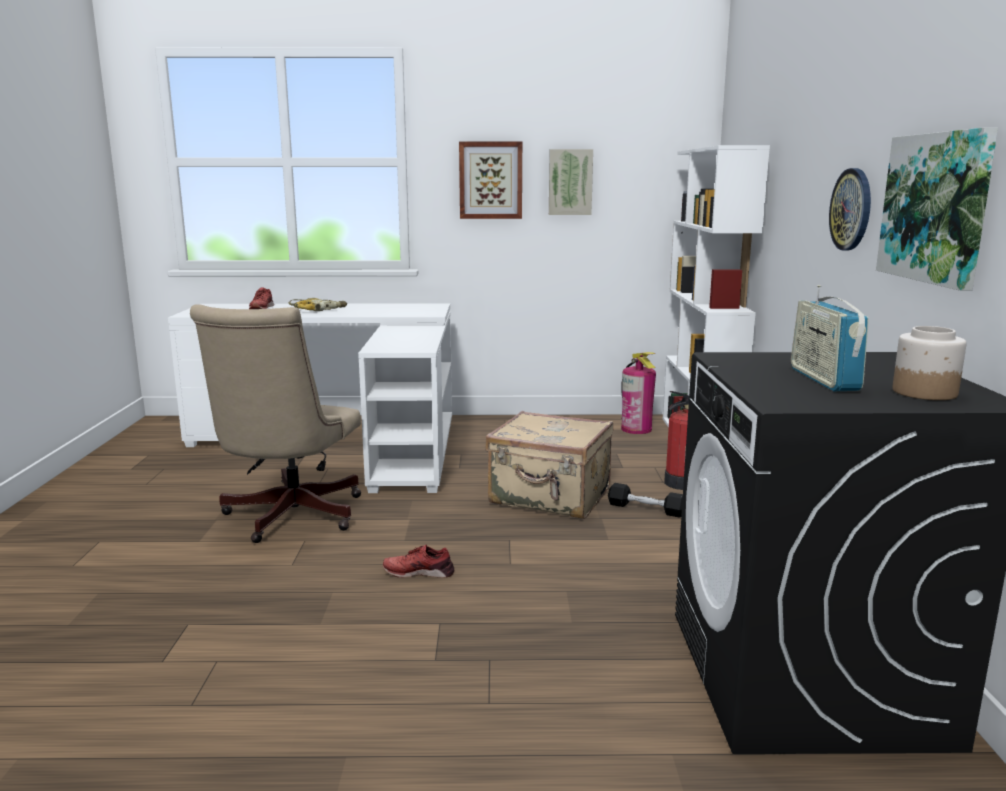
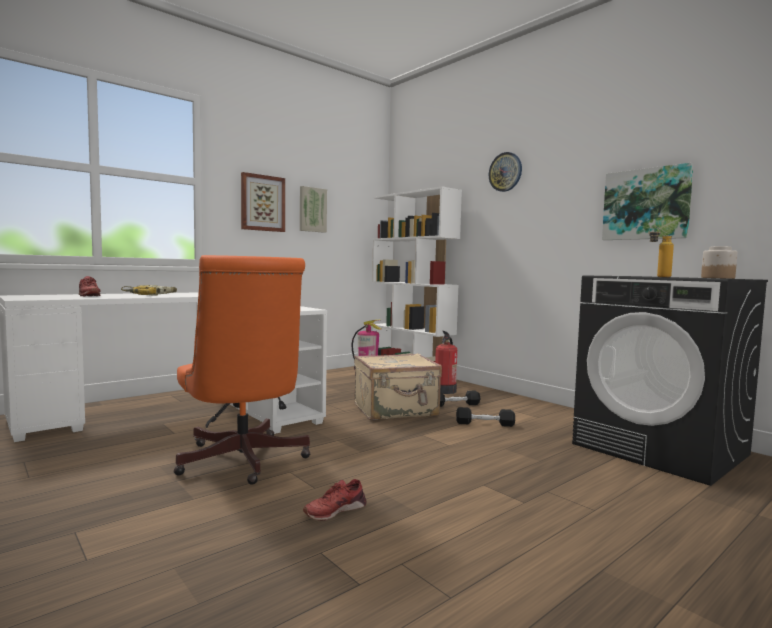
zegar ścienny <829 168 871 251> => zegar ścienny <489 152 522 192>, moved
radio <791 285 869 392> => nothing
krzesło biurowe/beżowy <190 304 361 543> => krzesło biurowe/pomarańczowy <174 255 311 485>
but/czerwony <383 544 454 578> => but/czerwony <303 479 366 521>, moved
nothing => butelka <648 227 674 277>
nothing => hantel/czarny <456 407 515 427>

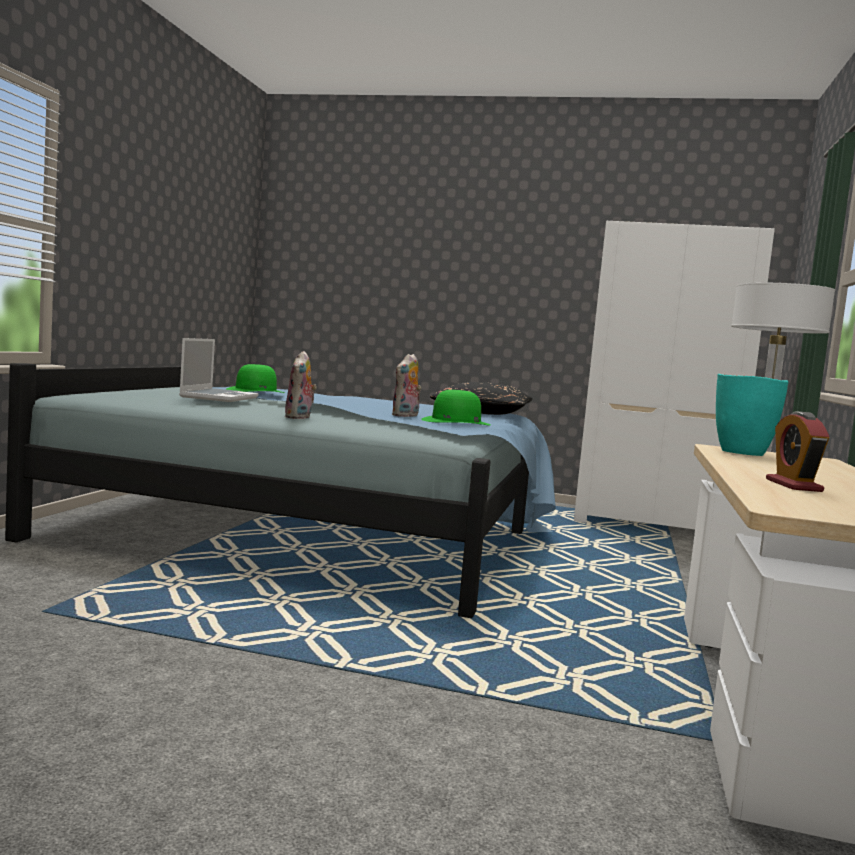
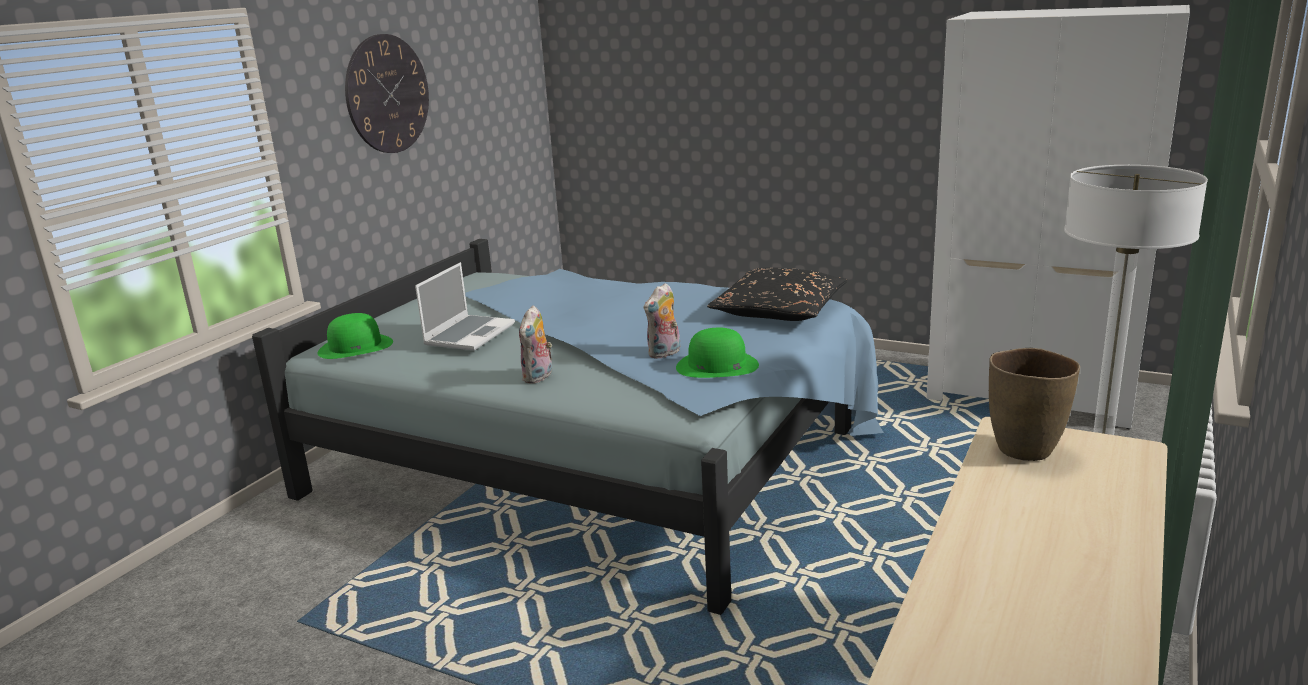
kapelusz/zielony <226 364 285 393> => kapelusz/zielony <317 313 393 359>, moved
wazon/turkusowy <716 374 788 456> => wazon/brązowy <989 348 1080 461>
budzik <766 411 829 492> => nothing
nothing => zegar ścienny <345 34 429 153>

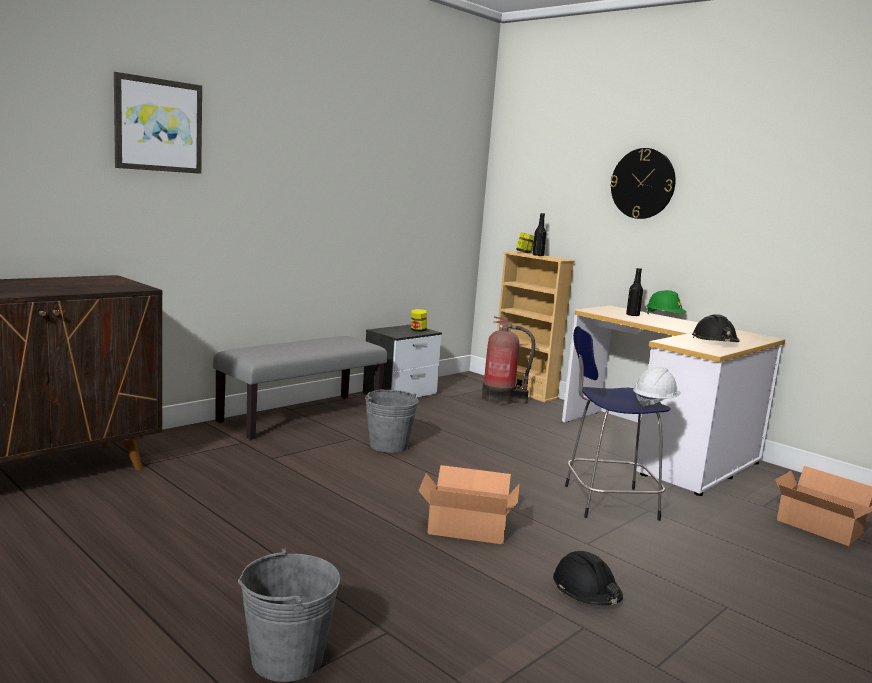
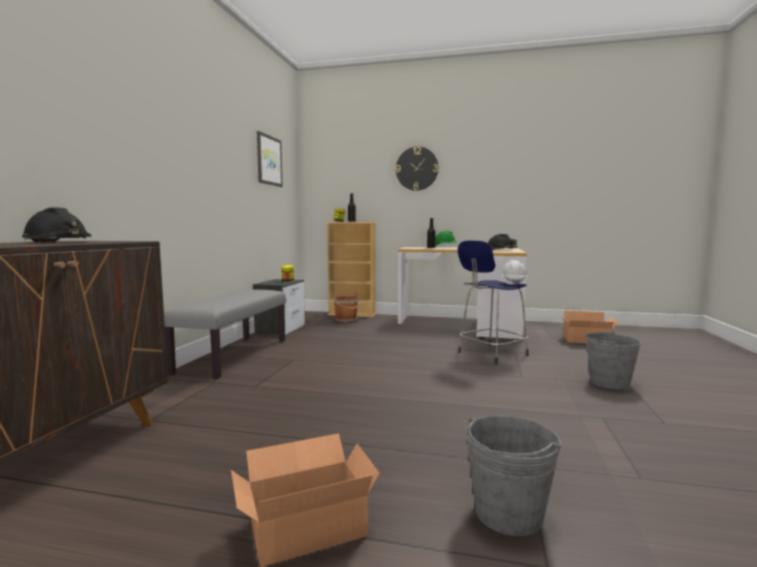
obraz <114 72 202 174> => obraz <257 131 283 187>, moved
gaśnica <482 316 535 404> => wiadro/brązowy <333 291 360 323>
wiadro/szary <365 390 419 453> => wiadro/szary <585 331 641 390>, moved
karton <419 465 519 544> => karton <231 433 380 567>, moved
kask/czarny <553 551 623 606> => kask/czarny <22 207 91 242>, moved

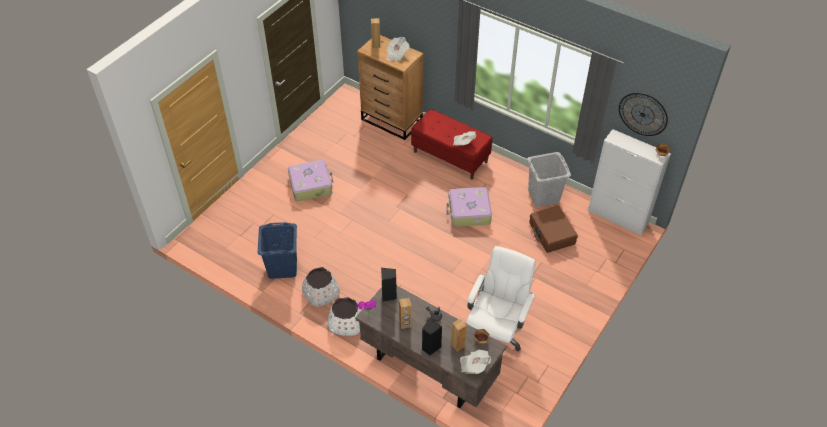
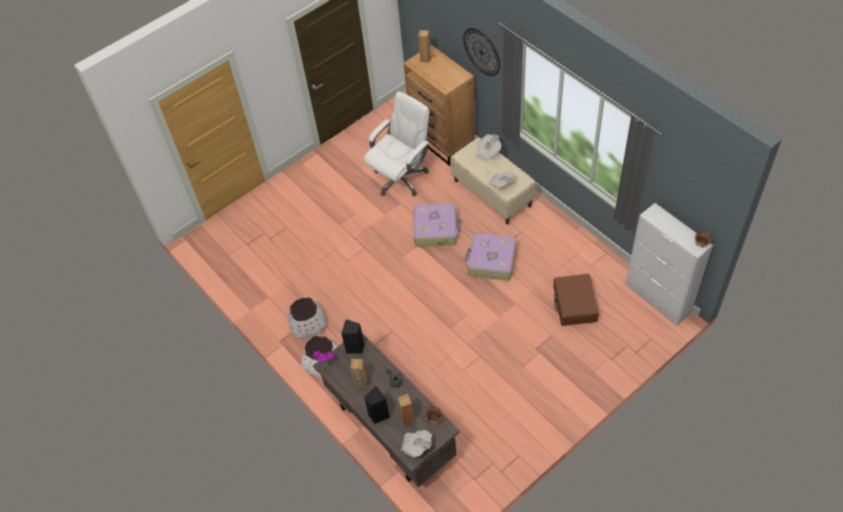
gazeta <386 37 409 61> => gazeta <475 134 501 162>, moved
zegar ścienny <619 93 668 136> => zegar ścienny <463 28 500 76>, moved
ławka/czerwony <411 109 492 180> => ławka/beżowy <450 137 536 224>
kosz na pranie/szary <527 152 571 207> => nothing
walizka <288 160 333 201> => walizka <413 204 461 247>, moved
kosz na pranie/niebieski <258 222 297 279> => nothing
krzesło biurowe/biały <466 246 536 351> => krzesło biurowe/biały <364 92 430 196>, moved

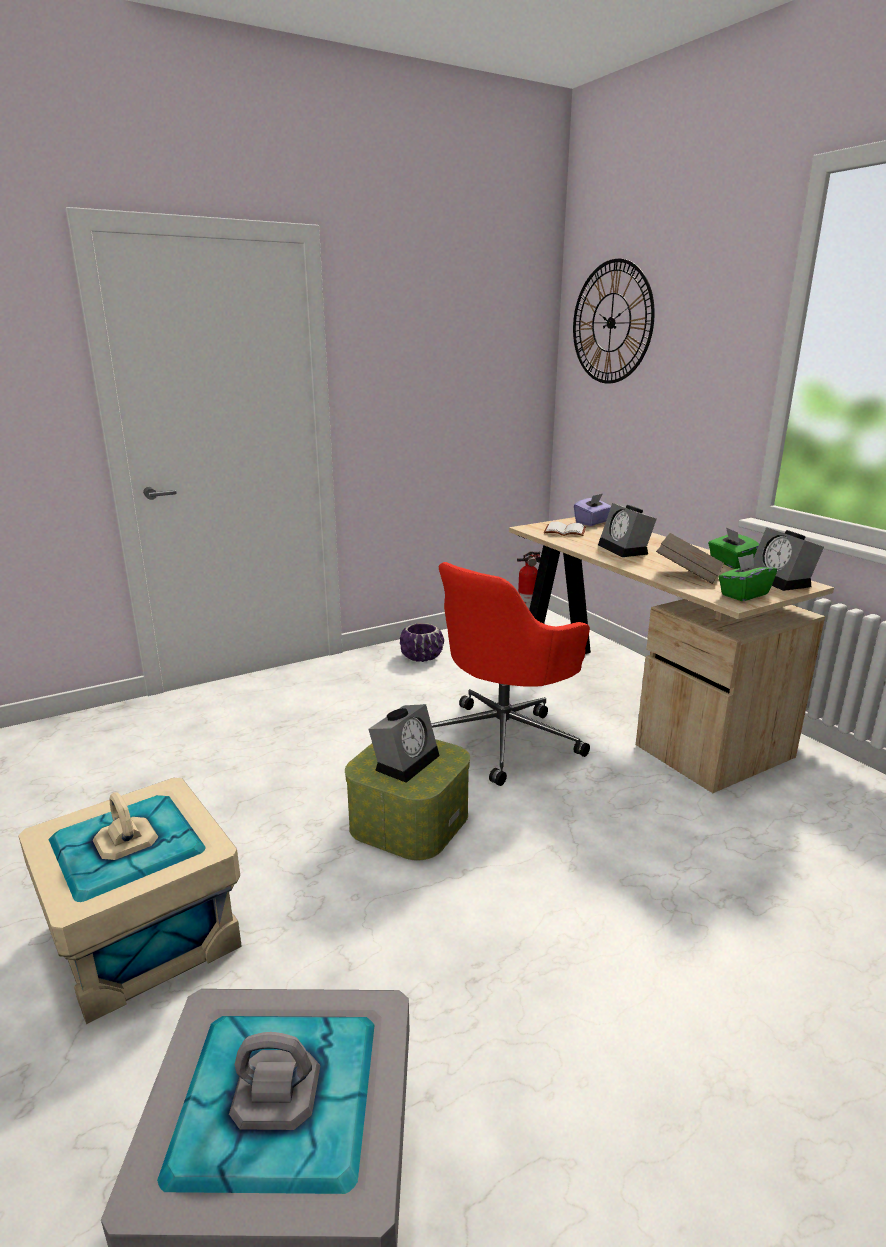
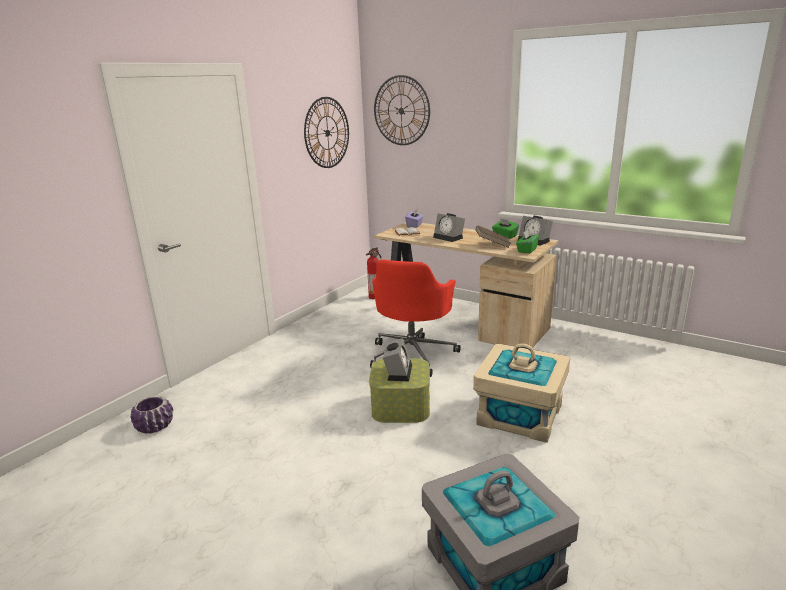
donica/fioletowy <400 623 444 662> => donica/fioletowy <130 397 173 434>, moved
pojemnik do przechowywania/beżowy <18 778 242 1024> => pojemnik do przechowywania/beżowy <473 343 570 443>, moved
nothing => zegar ścienny <304 97 349 168>

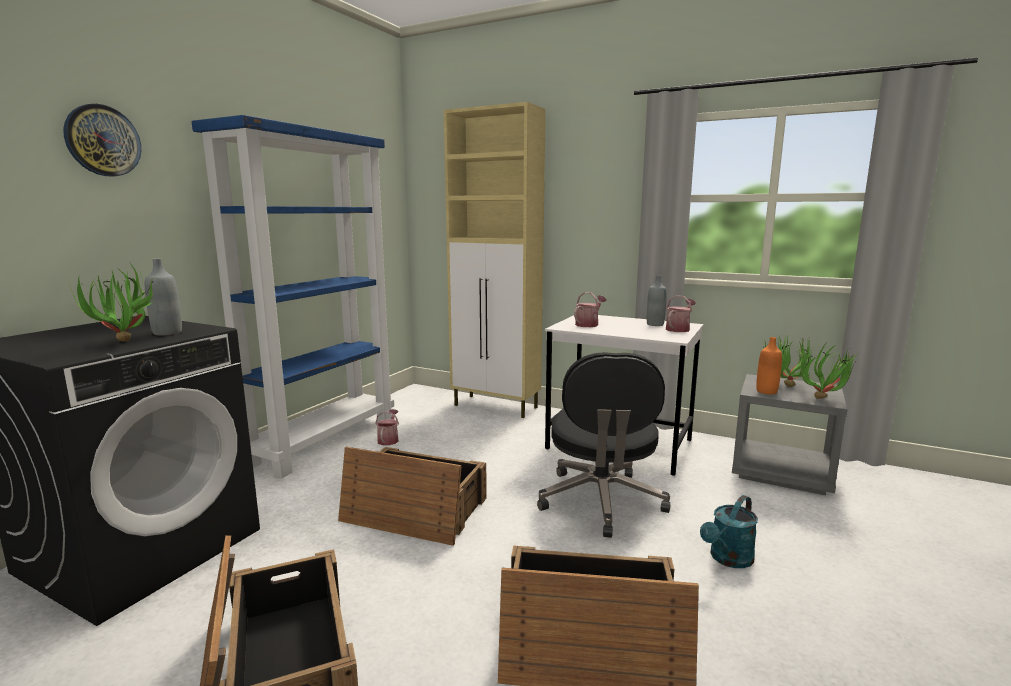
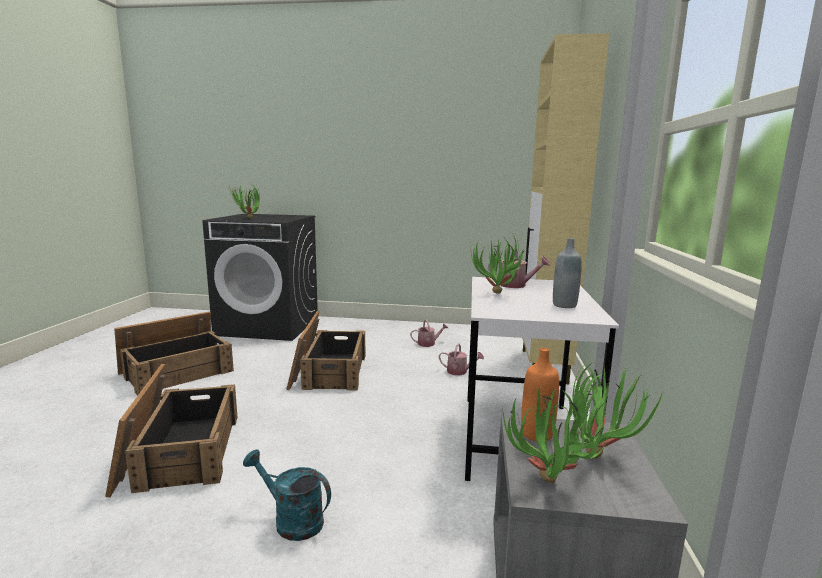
zegar ścienny <63 104 141 177> => nothing
regał/niebieski <191 115 394 478> => nothing
butelka/szary <145 258 182 336> => nothing
konewka <666 295 696 332> => konewka <439 343 484 375>, moved
krzesło biurowe/czarny <537 352 670 538> => nothing
nothing => roślina doniczkowa <470 235 530 294>

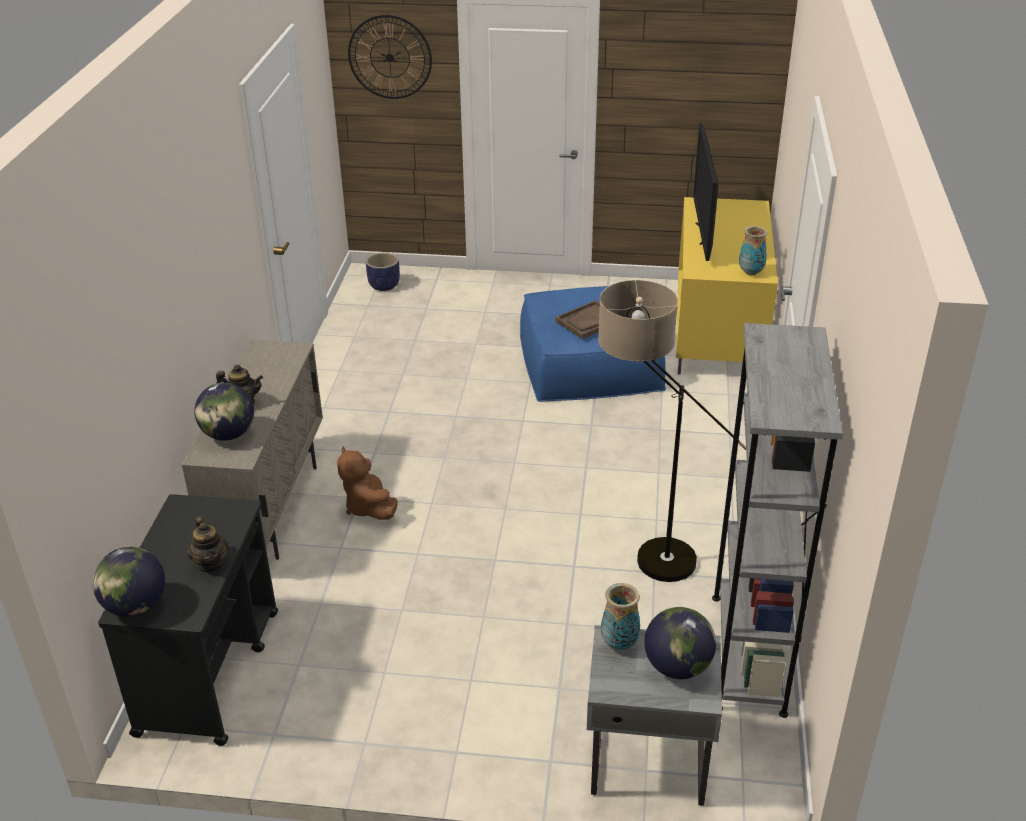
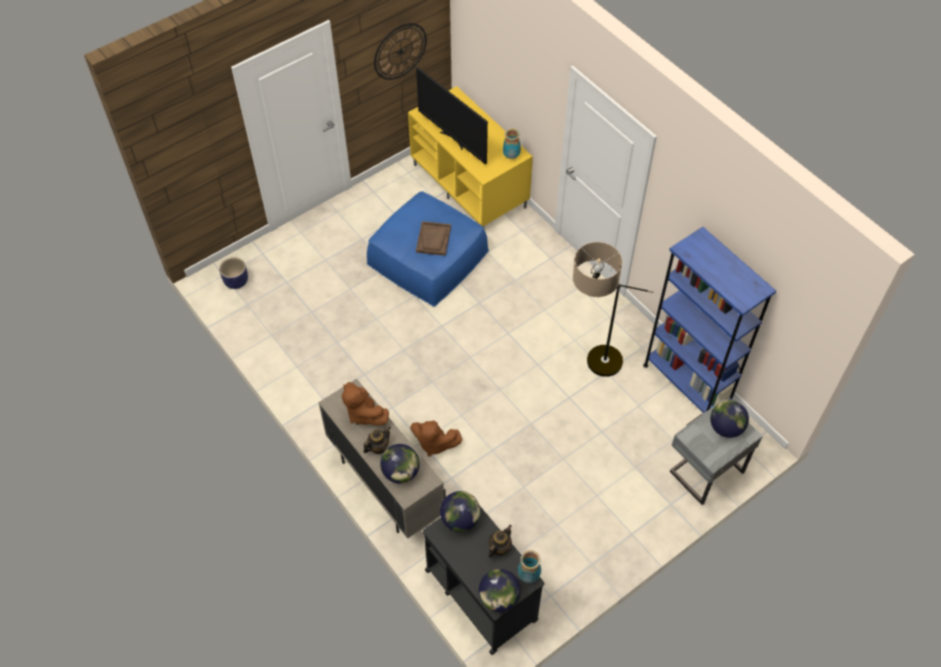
zegar ścienny <348 15 432 99> => zegar ścienny <374 23 427 80>, moved
regał/szary <712 323 843 718> => regał/niebieski <643 227 776 414>
imbryk <187 517 229 573> => imbryk <489 525 512 558>, 75 degrees counterclockwise
wazon <601 583 640 650> => wazon <518 550 541 583>, moved
nothing => pluszak/brązowy <342 382 389 426>
nothing => globus <440 491 480 532>

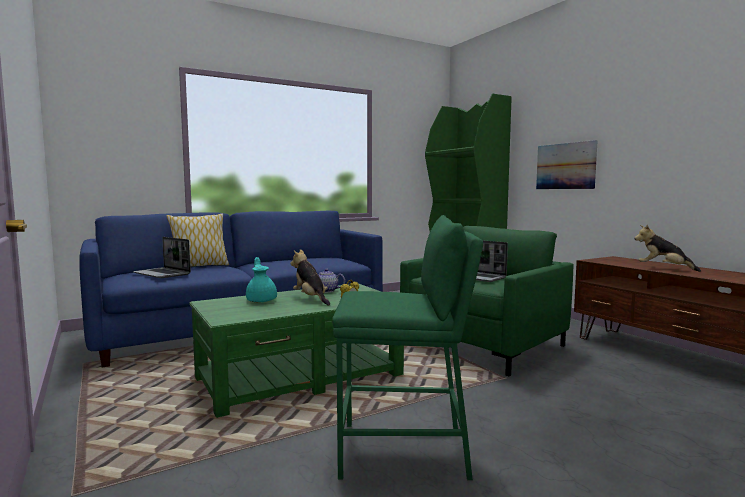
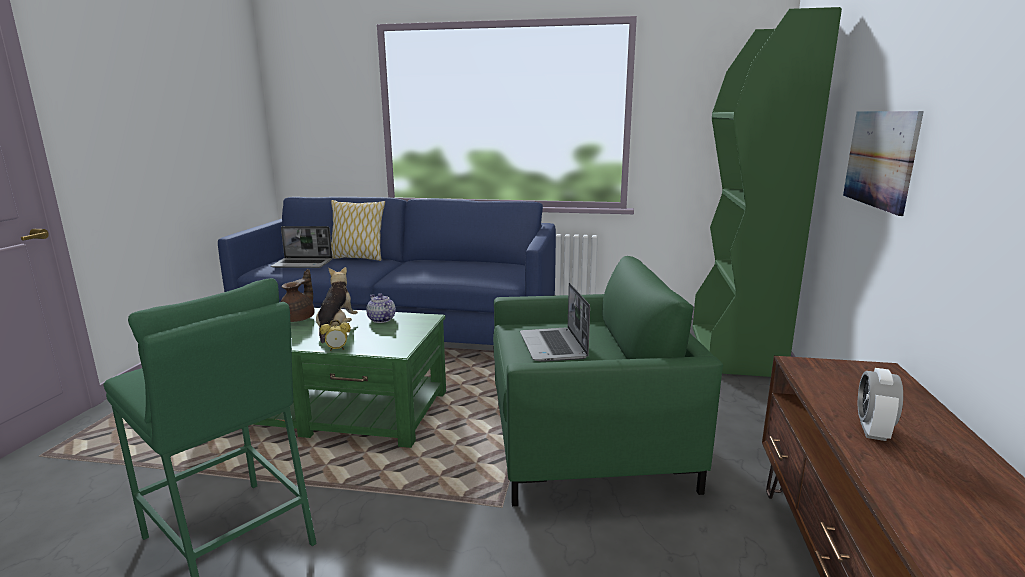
pluszak <634 225 701 272> => budzik <858 368 903 441>
laptop <133 237 191 278> => laptop <271 226 332 268>, 75 degrees counterclockwise
imbryk/turkusowy <246 257 277 302> => imbryk/brązowy <281 269 315 322>

